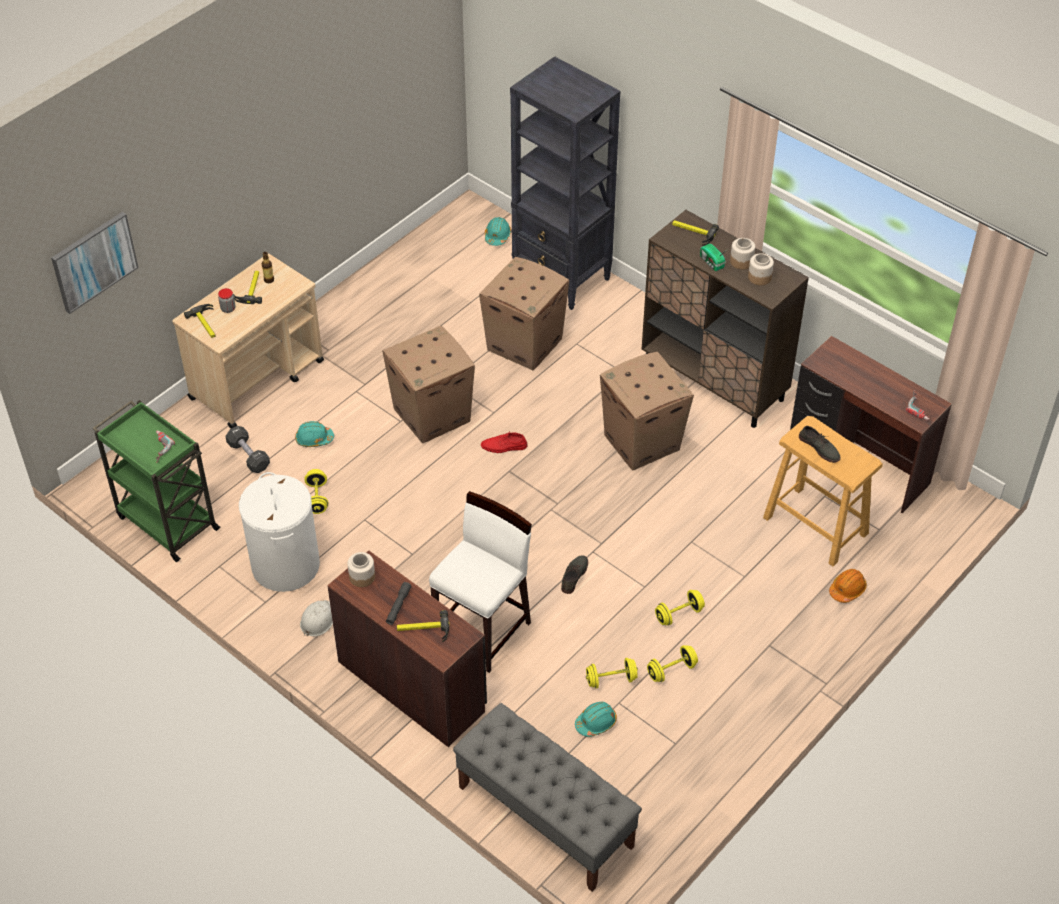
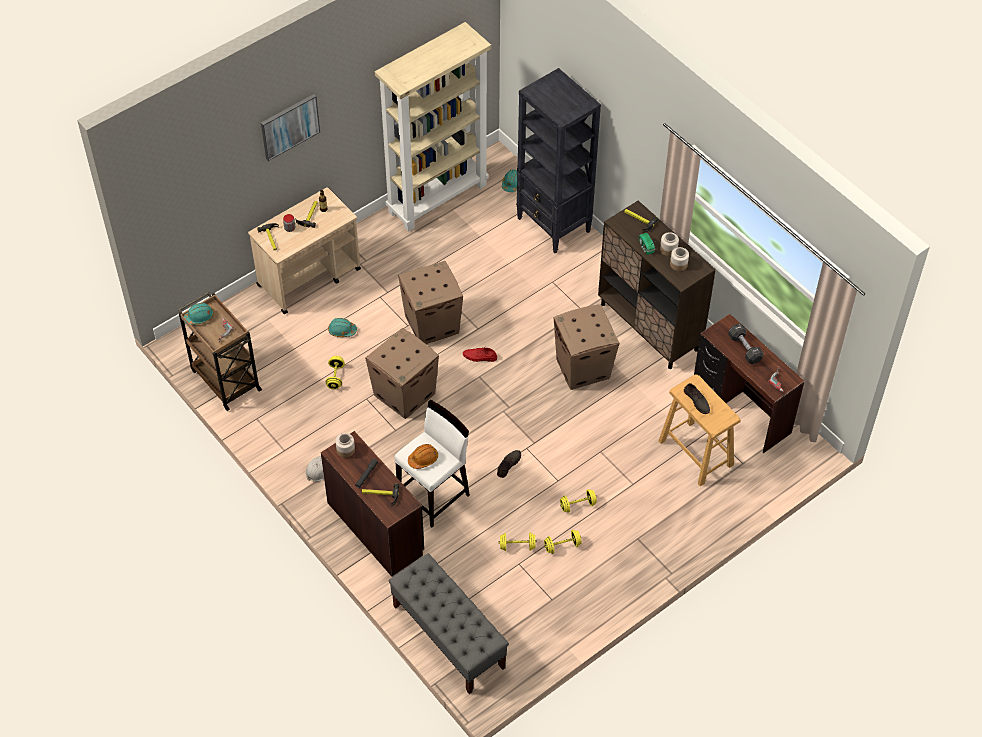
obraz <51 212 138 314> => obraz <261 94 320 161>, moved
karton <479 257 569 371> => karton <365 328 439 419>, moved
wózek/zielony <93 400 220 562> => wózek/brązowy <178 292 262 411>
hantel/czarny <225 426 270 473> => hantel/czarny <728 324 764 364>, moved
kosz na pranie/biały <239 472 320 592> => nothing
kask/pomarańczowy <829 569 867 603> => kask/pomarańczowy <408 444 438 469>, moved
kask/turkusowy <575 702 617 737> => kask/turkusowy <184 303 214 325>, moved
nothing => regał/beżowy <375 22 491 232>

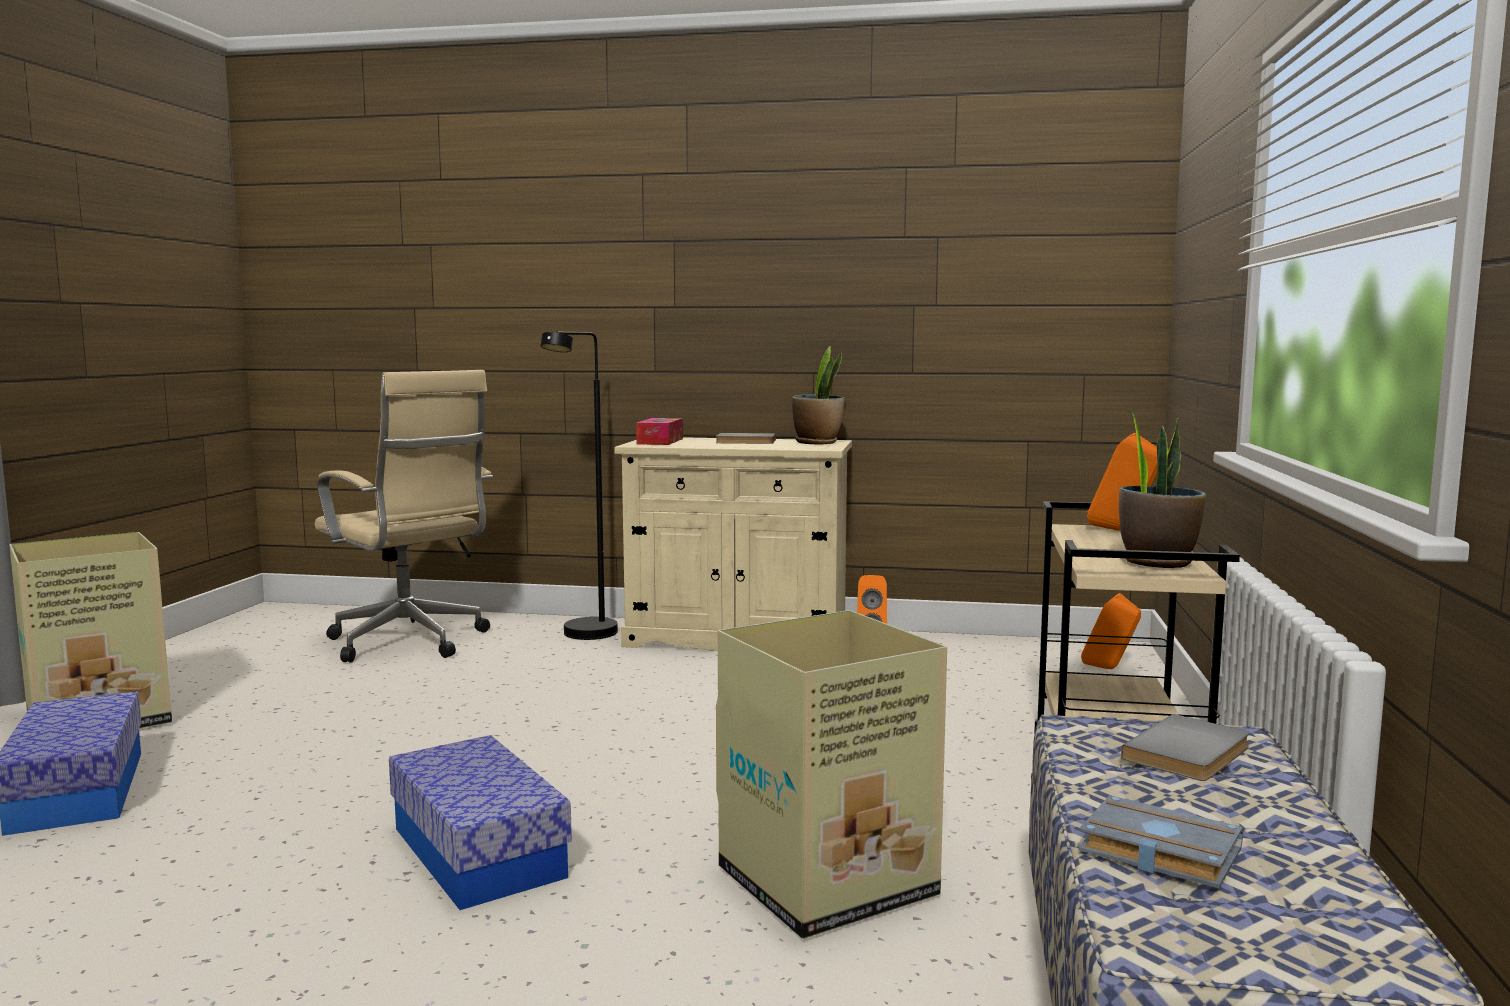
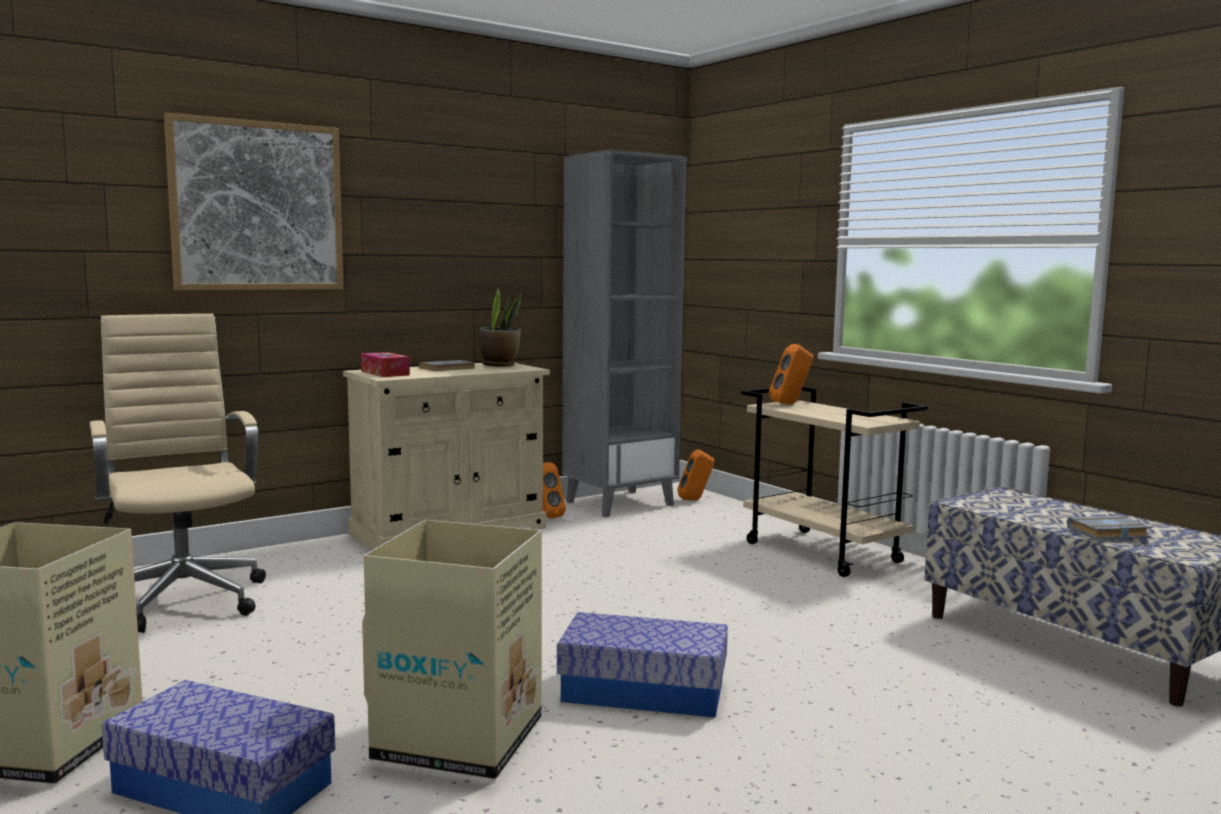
lampa stojąca/czarny <541 332 618 640> => nothing
krzesło biurowe/beżowy <315 370 493 663> => krzesło biurowe/beżowy <89 314 266 633>, 120 degrees counterclockwise
roślina doniczkowa <1119 410 1206 568> => nothing
karton <716 610 947 939> => karton <362 520 542 779>, moved
książka/szary <1121 714 1250 781> => nothing
nothing => obraz <164 113 343 290>
nothing => regał/szary <562 150 687 517>

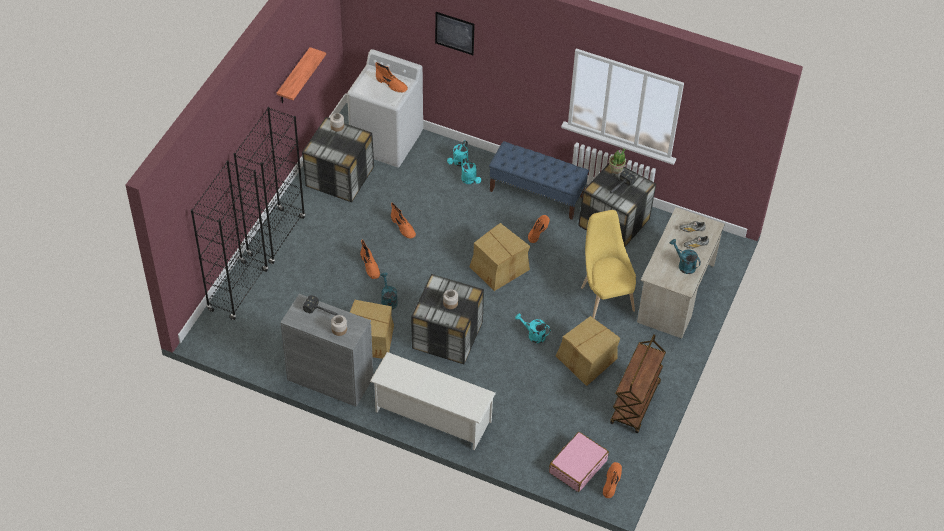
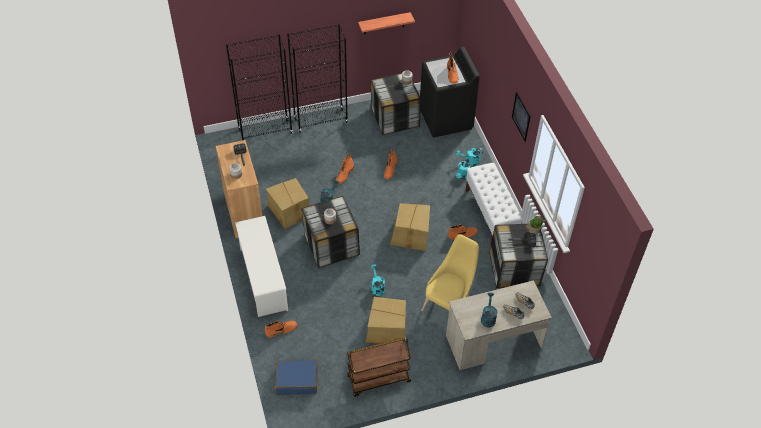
obraz <435 12 475 55> => obraz <512 92 531 141>, moved
pralka/biały <347 49 423 167> => pralka/czarny <420 47 480 138>
ławka/niebieski <489 141 589 220> => ławka/biały <465 163 523 242>
szafka/szary <280 294 373 407> => szafka/brązowy <216 140 263 238>
walizka/różowy <549 432 609 492> => walizka/niebieski <275 359 317 395>
but z cholewką/pomarańczowy <603 462 622 498> => but z cholewką/pomarańczowy <265 321 297 338>, moved

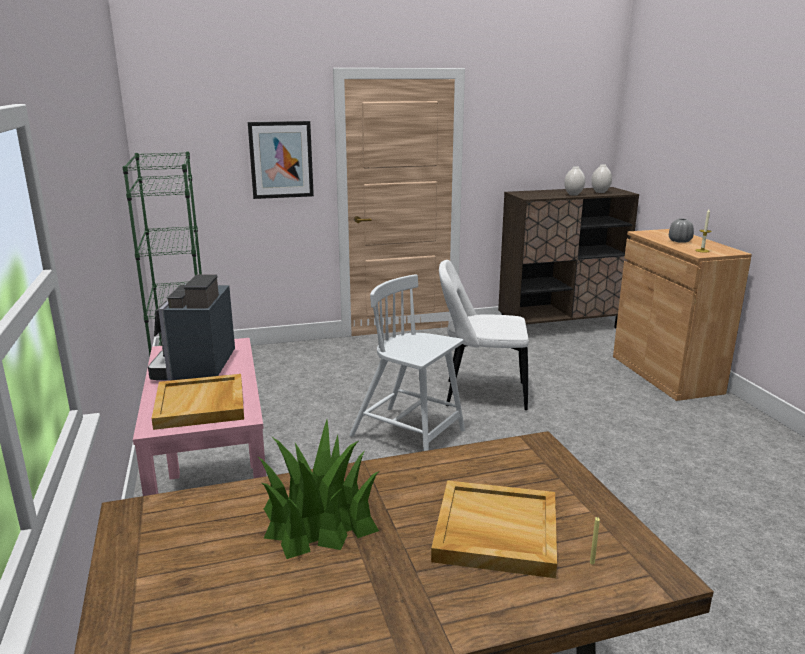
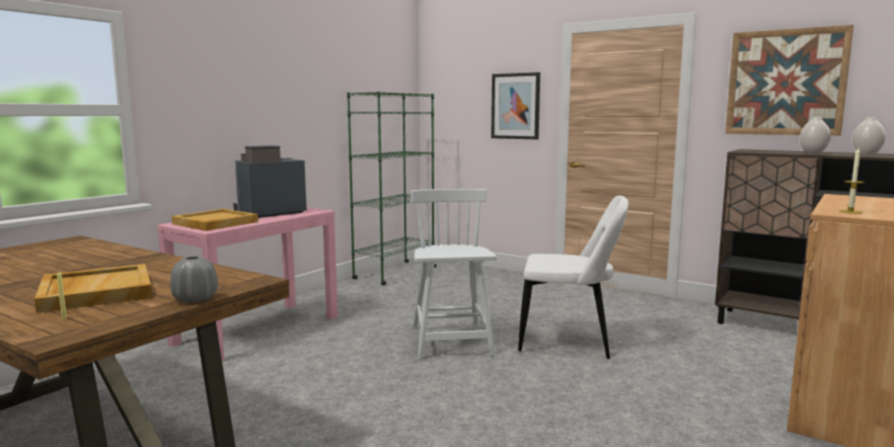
wazon/szary <669 219 694 243> => wazon/szary <170 256 218 303>, moved
krzesło/biały <439 260 529 410> => krzesło/biały <518 195 629 359>, 135 degrees clockwise
roślina doniczkowa <257 420 379 559> => nothing
nothing => obraz <725 25 854 136>

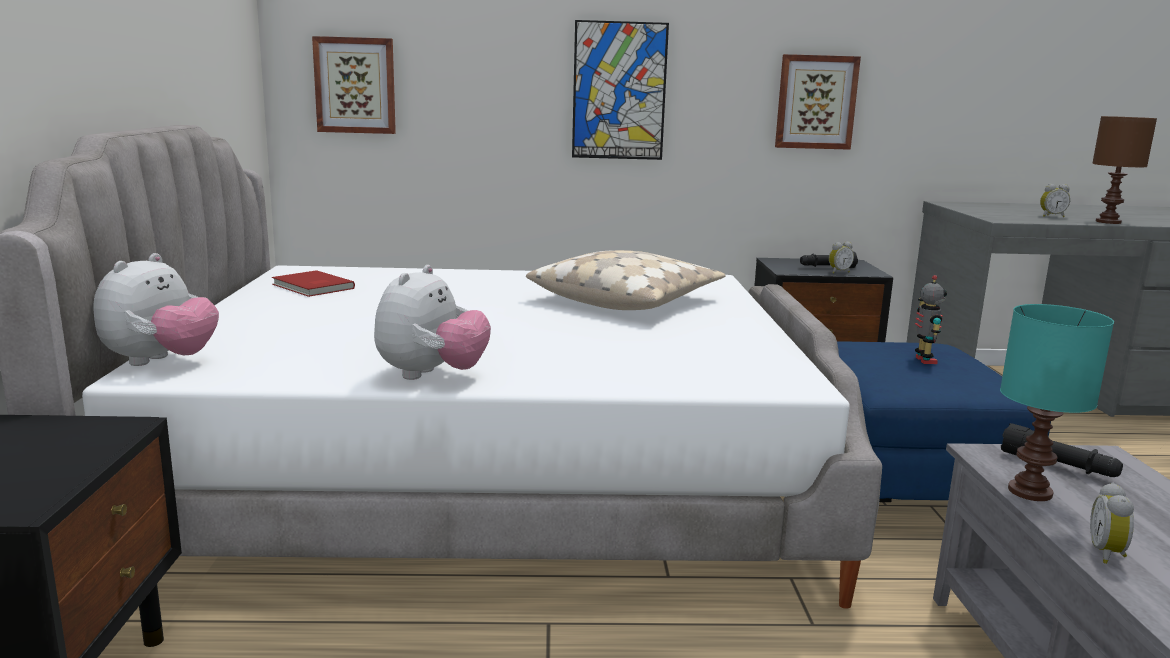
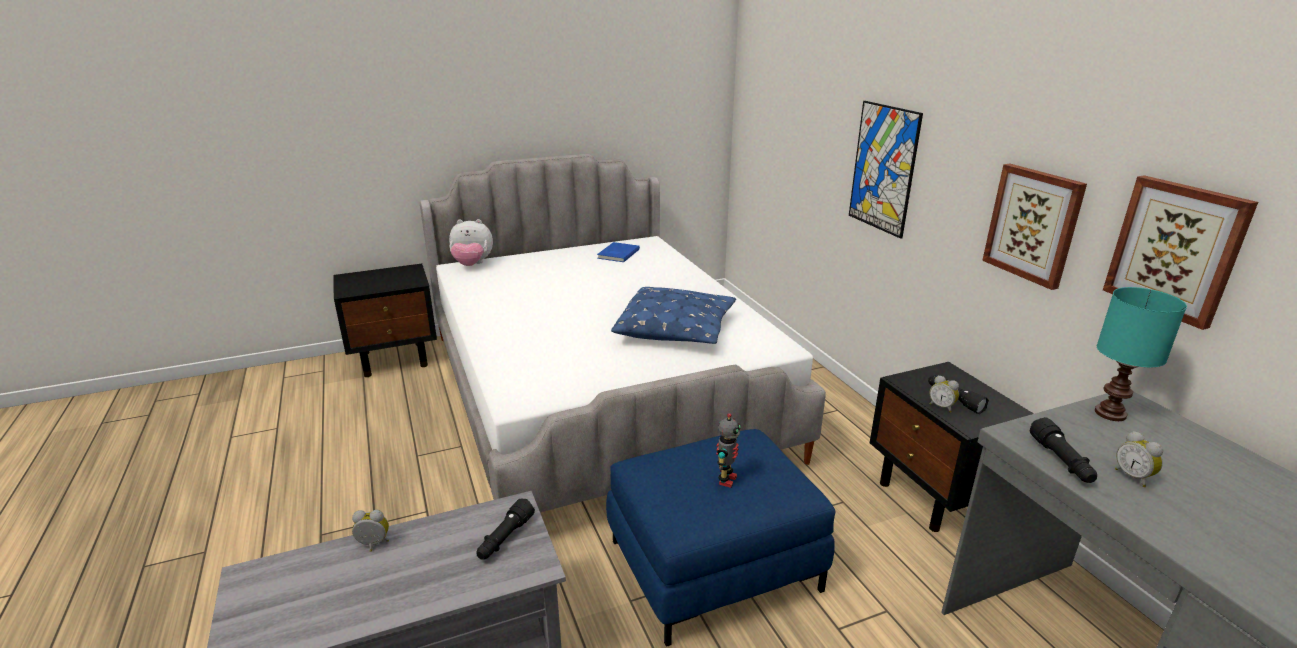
obraz <312 36 396 134> => obraz <1103 175 1258 330>, moved
lampa stołowa/brązowy <1092 116 1157 224> => nothing
poduszka/beżowy <526 250 726 310> => poduszka/niebieski <611 287 736 344>
pluszak <374 265 491 380> => nothing
książka/czerwony <272 270 355 297> => książka/niebieski <597 242 640 262>
robot zabawkowy <915 275 947 364> => robot zabawkowy <716 413 741 488>, 45 degrees counterclockwise
lampa stołowa/turkusowy <1000 304 1114 501> => lampa stołowa/turkusowy <1095 287 1187 421>, moved
nothing => latarka/czarny <1030 417 1097 483>

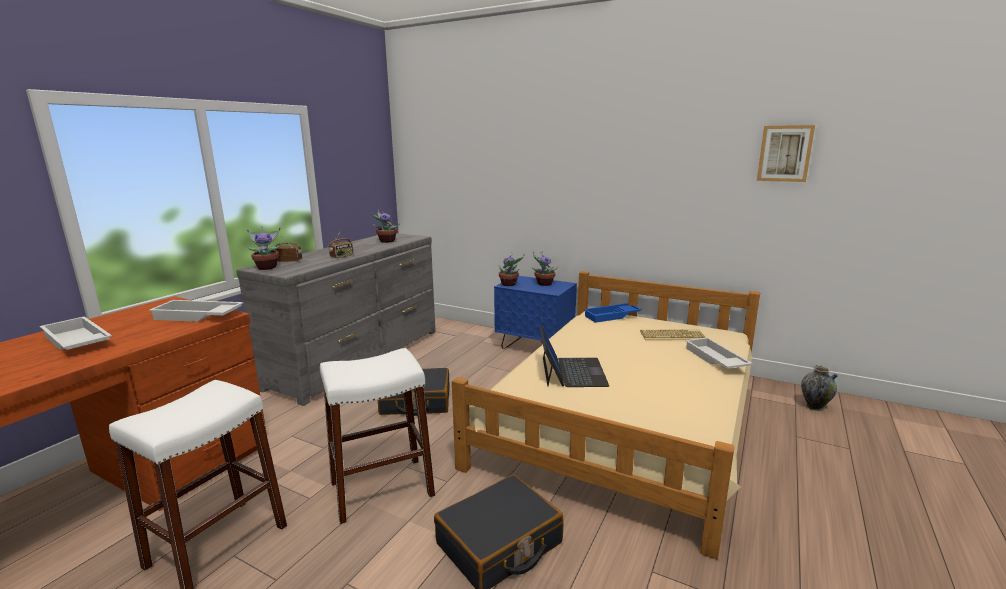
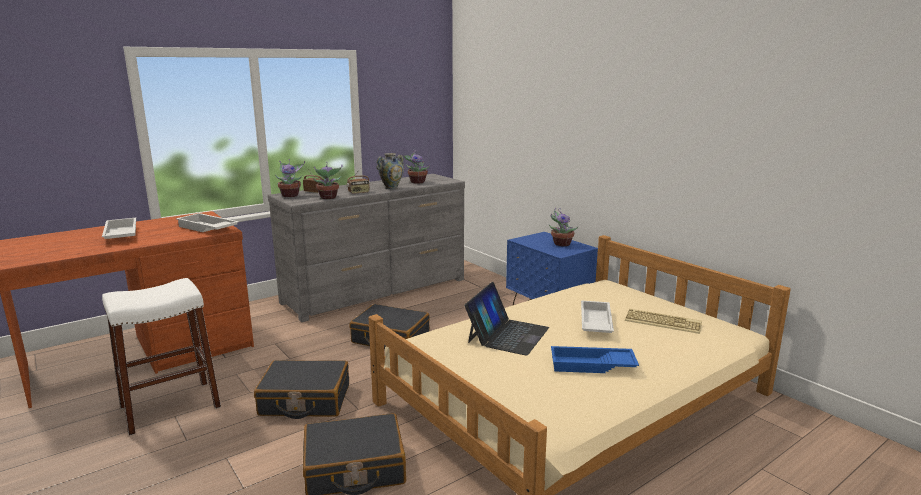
obraz <757 125 815 182> => nothing
roślina doniczkowa <498 252 524 286> => roślina doniczkowa <313 161 343 199>, moved
taca/niebieski <584 303 642 323> => taca/niebieski <551 346 639 373>, moved
taca/biały <685 338 753 369> => taca/biały <581 300 614 333>, moved
stołek/biały <320 348 435 524> => walizka/czarny <254 360 349 419>
wazon <801 365 838 411> => wazon <376 153 404 189>, moved

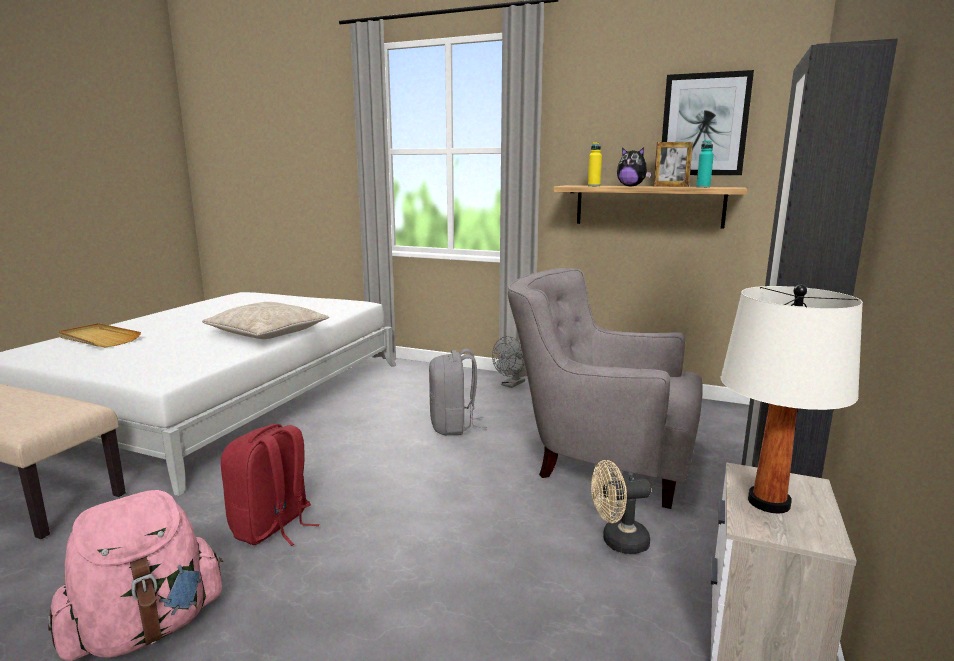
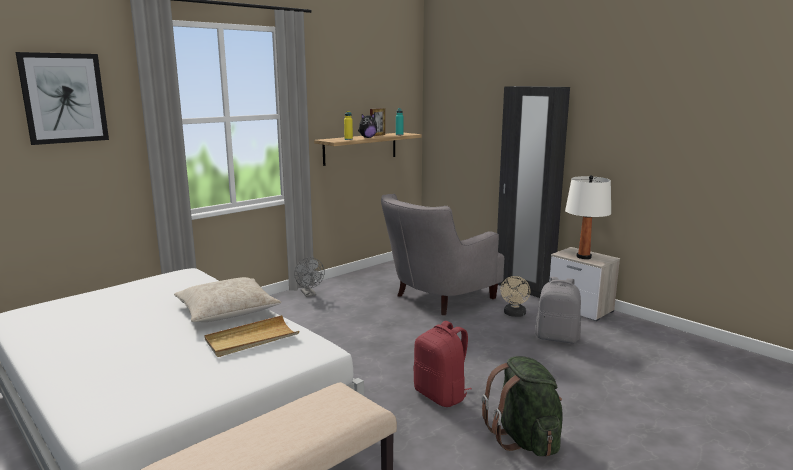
obraz <662 70 754 175> => obraz <16 52 109 145>, moved
taca/beżowy <58 323 141 347> => taca/beżowy <204 315 299 357>, moved
plecak/szary <429 349 486 435> => plecak/szary <535 277 581 344>, moved
plecak/różowy <48 490 223 661> => plecak/zielony <482 356 563 457>

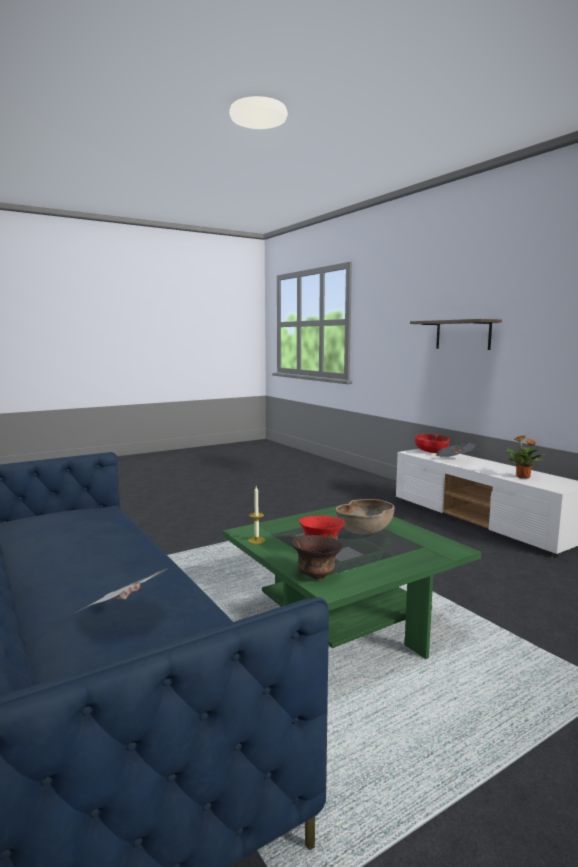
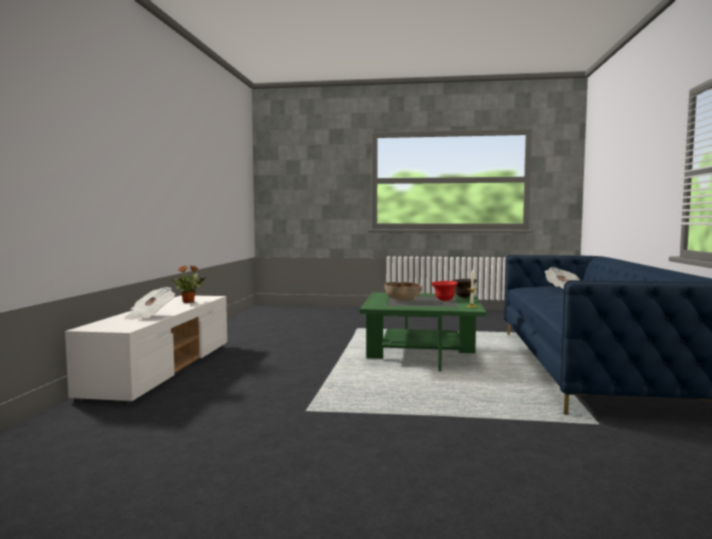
półka <410 319 502 350> => nothing
miska/czerwony <415 434 450 453> => nothing

